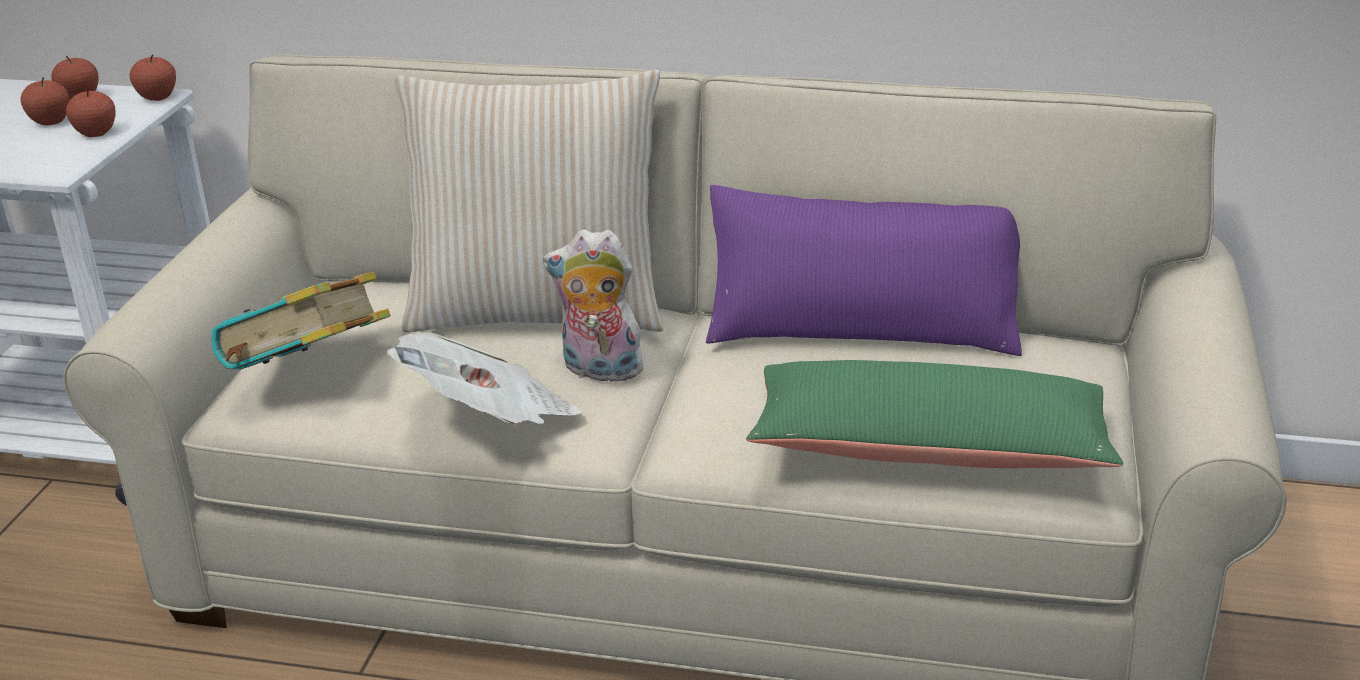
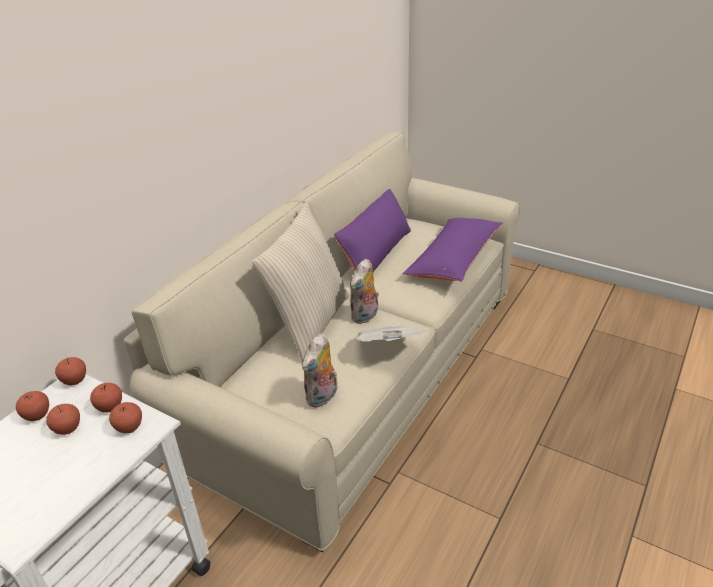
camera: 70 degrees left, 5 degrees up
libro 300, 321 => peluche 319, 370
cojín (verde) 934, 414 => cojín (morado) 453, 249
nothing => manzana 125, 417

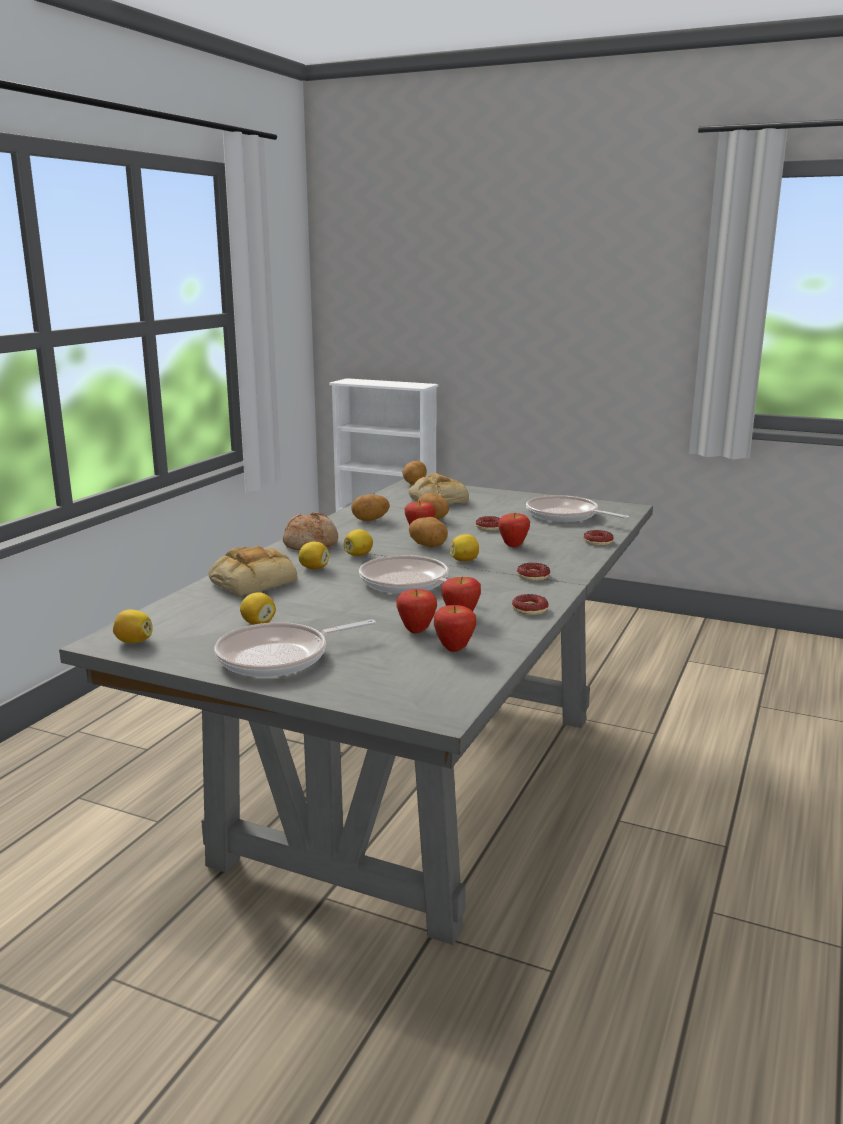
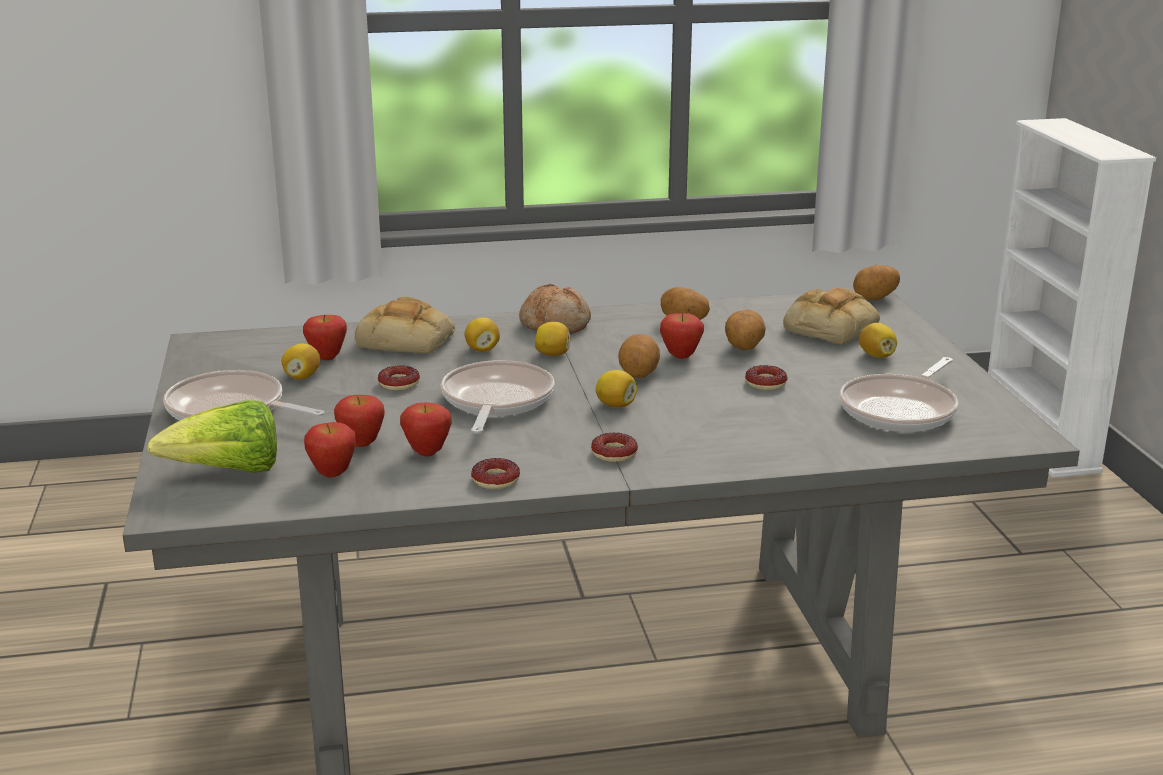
camera: 55 degrees right, 5 degrees up
sartén 577, 508 => sartén 898, 394, 150 degrees counterclockwise
manzana 514, 530 => manzana 325, 337, moved
rosquilla 599, 538 => rosquilla 399, 377, moved
limón 132, 626 => limón 878, 340, moved
nothing => lechuga 212, 436

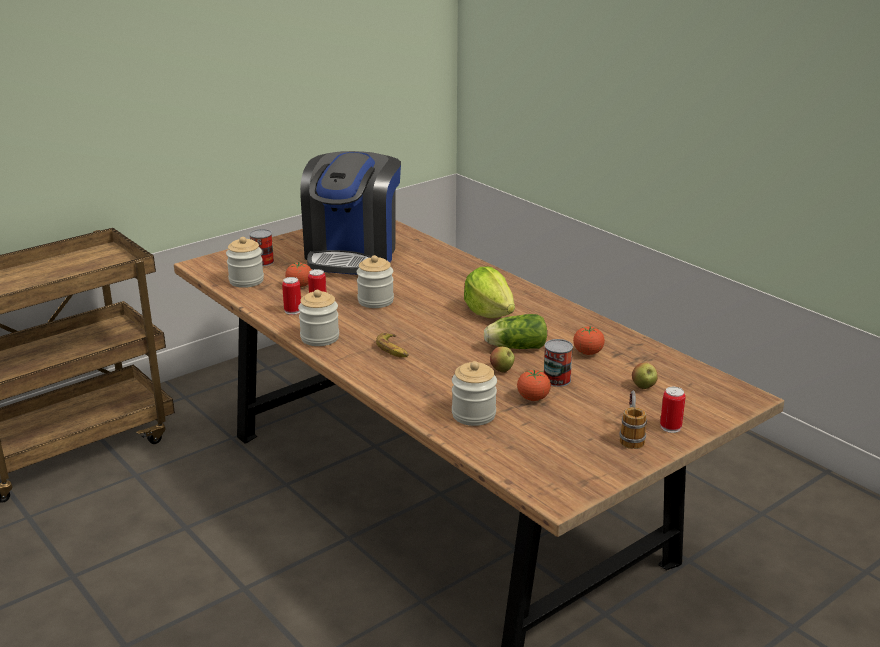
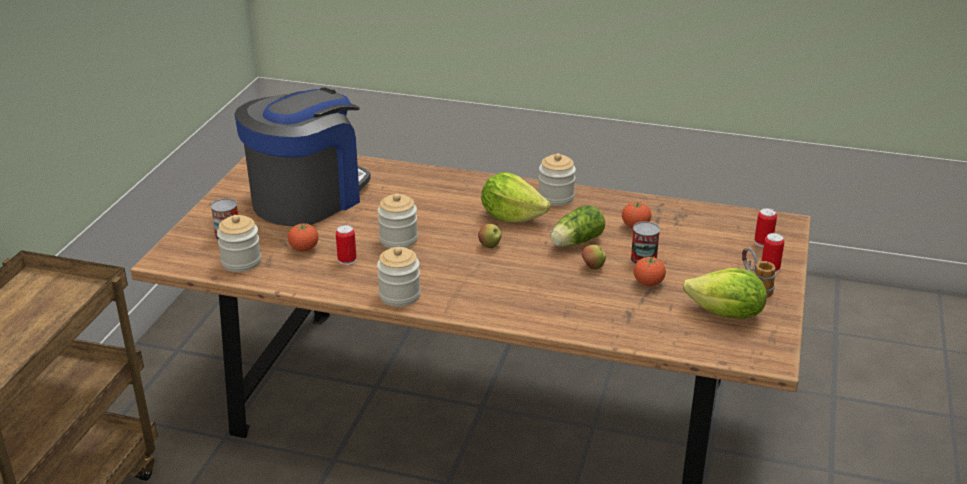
camera: 35 degrees left, 5 degrees up
cafetera 350, 213 => cafetera 303, 157, 120 degrees counterclockwise
lata 291, 296 => lata 765, 227, moved
plátano 392, 345 => nothing
tarro 474, 393 => tarro 557, 179, moved
manzana 645, 375 => manzana 490, 236, moved
nothing => lechuga 725, 293

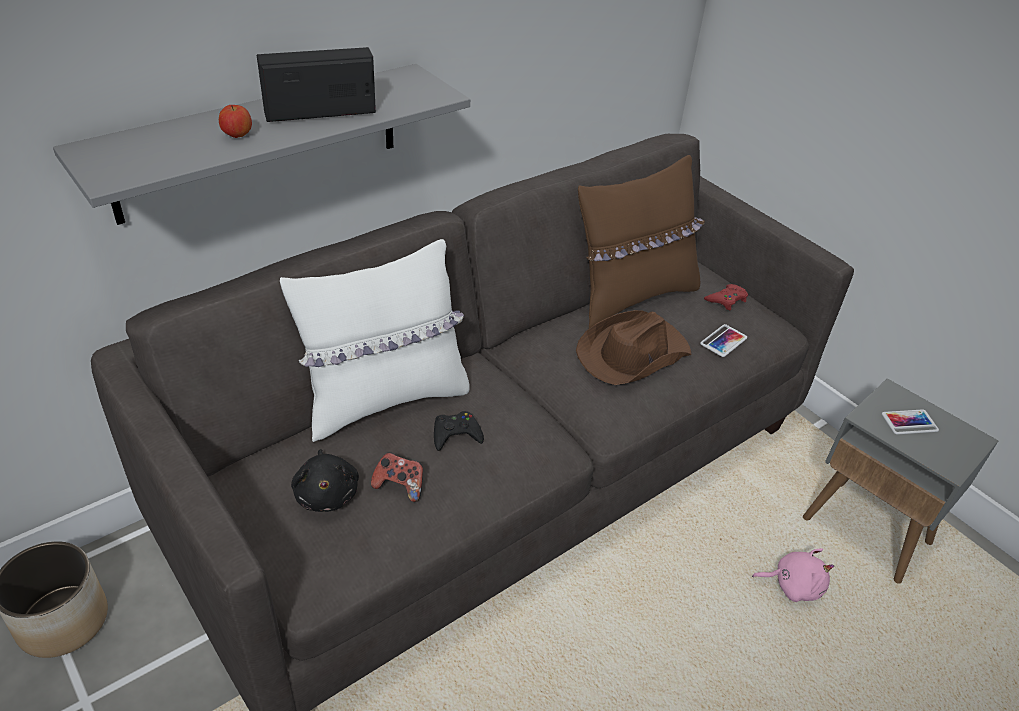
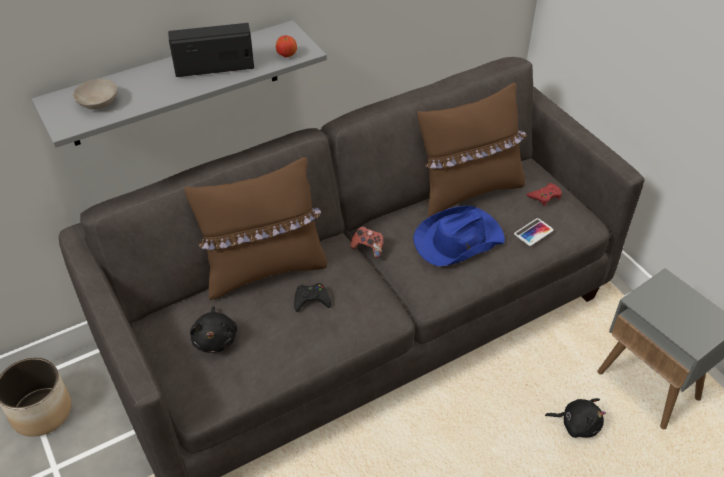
camera: 10 degrees right, 5 degrees up
manzana 235, 121 => manzana 286, 46, moved
cojín (blanco) 375, 340 => cojín (marrón) 255, 228
sombrero (marrón) 633, 347 => sombrero (azul) 459, 236
móvil 910, 422 => nothing
mando de consola 397, 477 => mando de consola 367, 242, moved
peluche (rosa) 793, 575 => peluche (negro) 575, 418
nothing => cuenco (beis) 95, 94

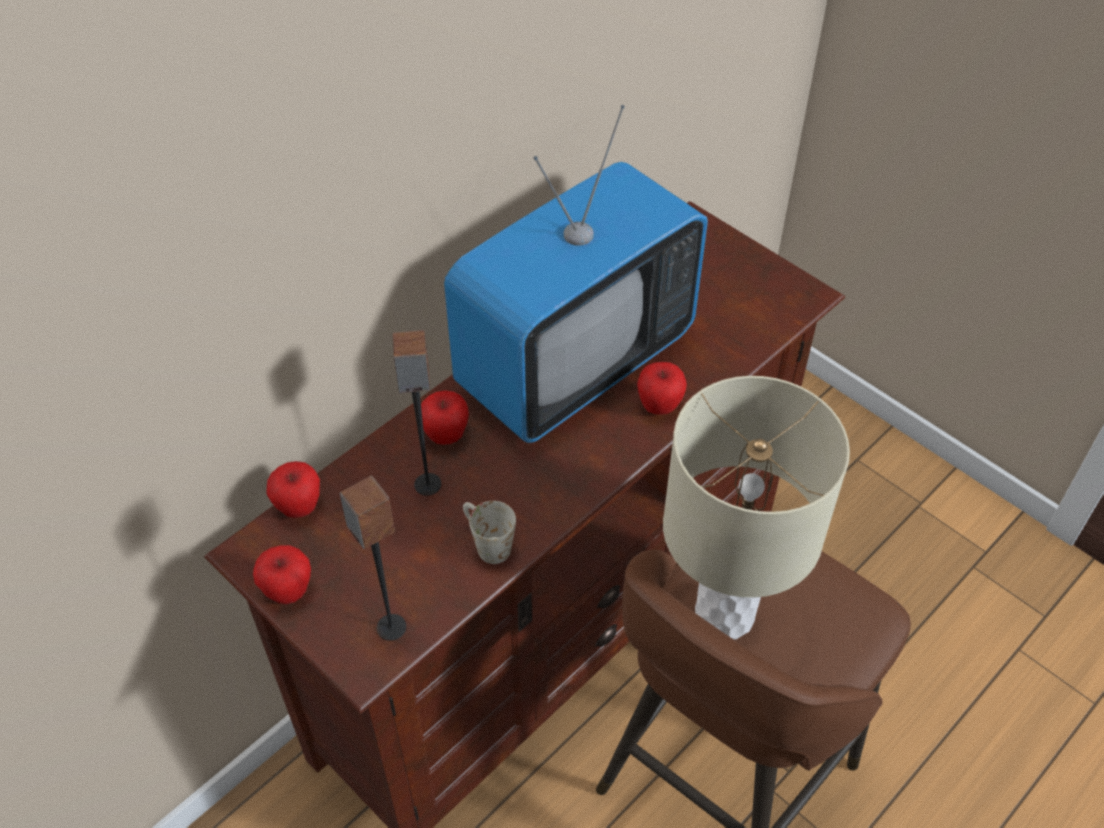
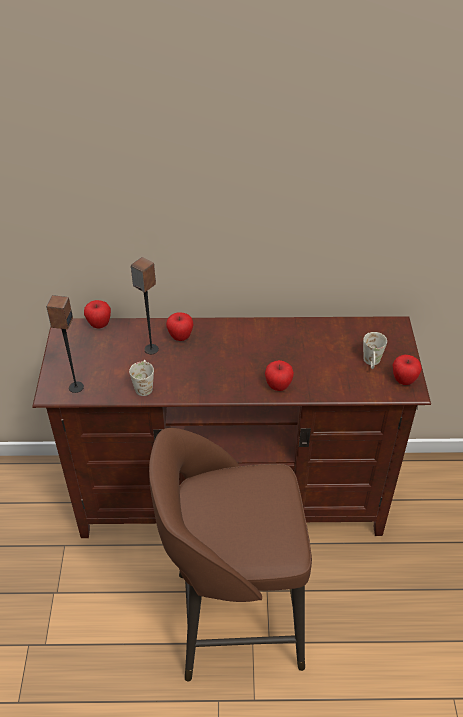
camera: 45 degrees right, 5 degrees down
televisor 576, 274 => nothing
lámpara de mesa (beis) 756, 507 => nothing
manzana 282, 574 => manzana 407, 370, moved
nothing => taza grande (blanco) 375, 350

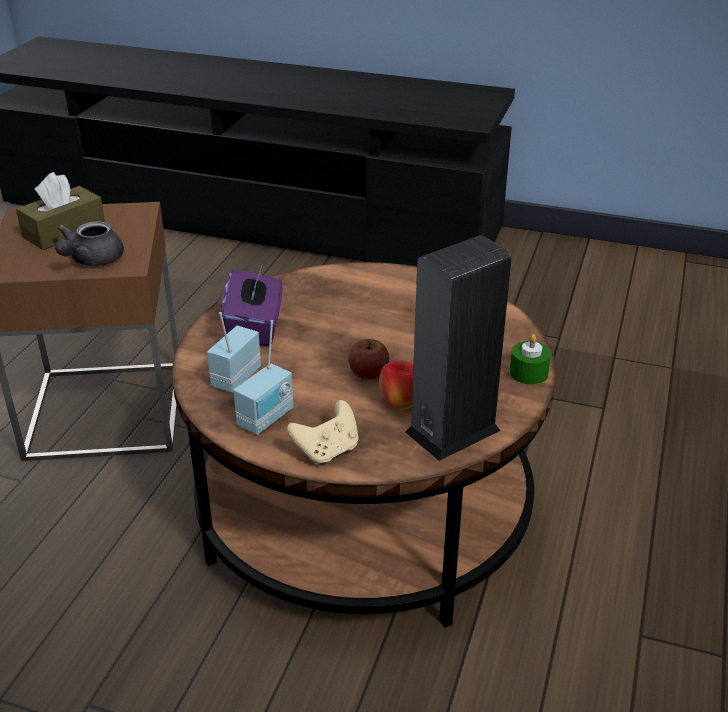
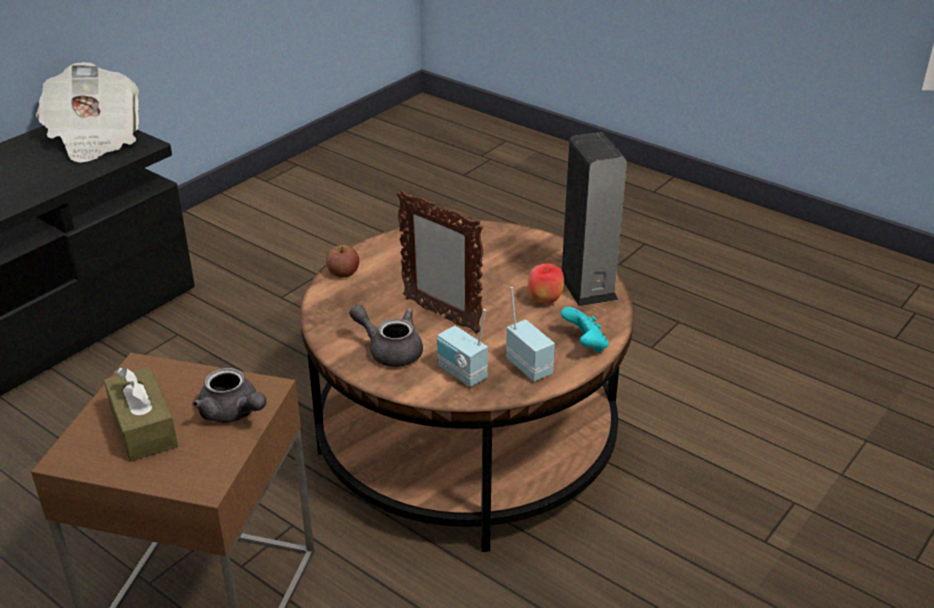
camera: 70 degrees left, 0 degrees up
caja de pañuelos (morado) 251, 305 => tetera (gris) 386, 336
vela (verde) 530, 359 => nothing
manzana 368, 359 => manzana 342, 261, moved
mando de consola (beis) 322, 432 => mando de consola (turquesa) 585, 330
nothing => periódico 87, 112
nothing => portarretratos 440, 262

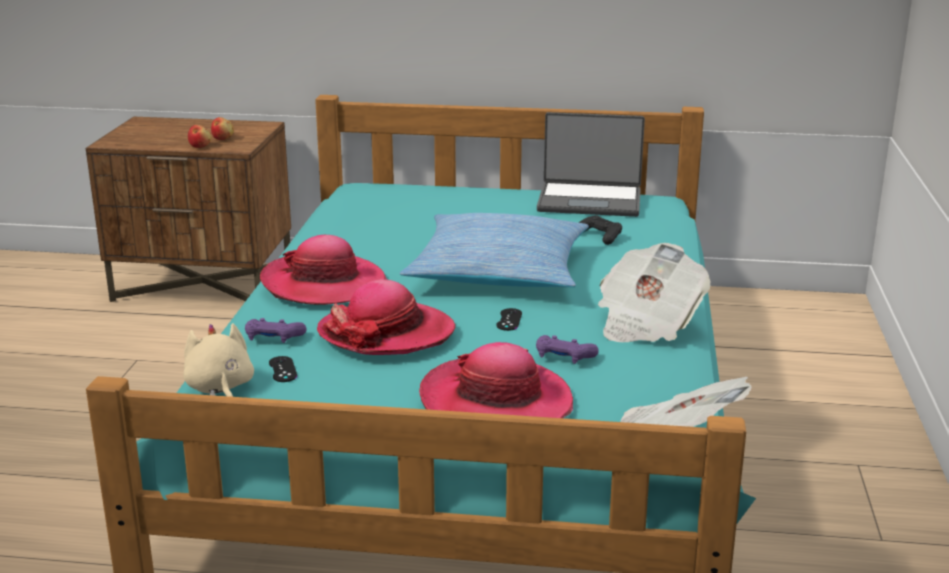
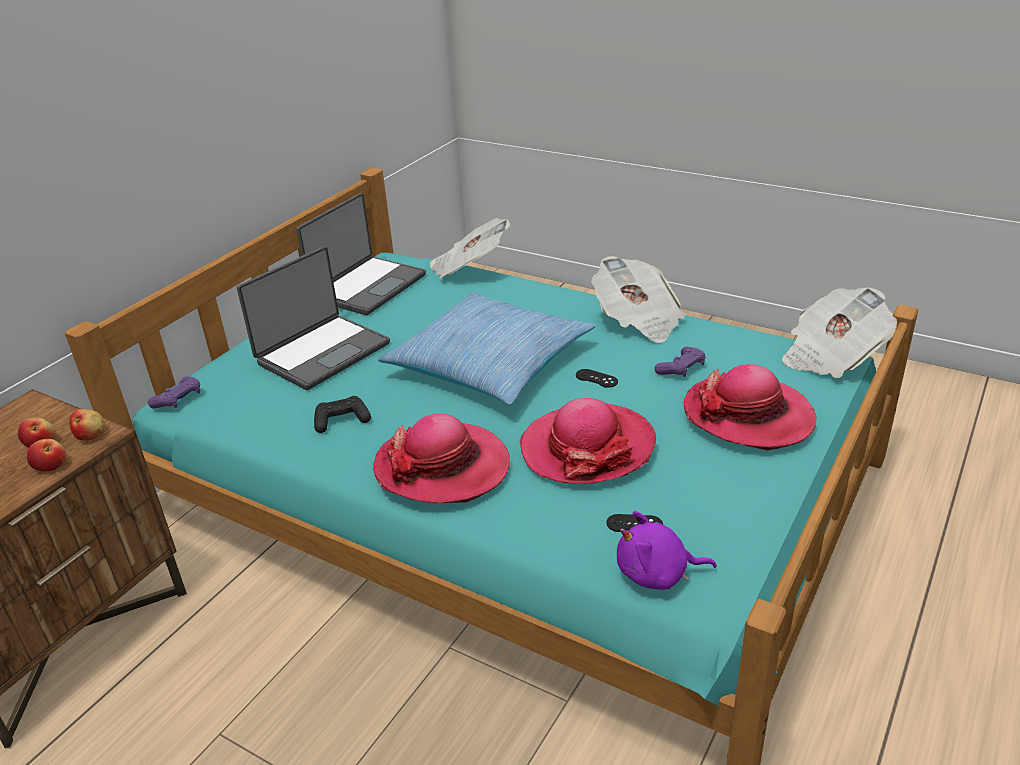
camera: 65 degrees left, 10 degrees up
mando de consola (negro) 600, 230 => mando de consola (negro) 342, 414, moved
mando de consola (morado) 275, 330 => mando de consola (morado) 174, 392, moved
peluche (beis) 218, 360 => peluche (morado) 667, 550
nothing => periódico 469, 248
nothing => portátil 313, 318
nothing => manzana 86, 425

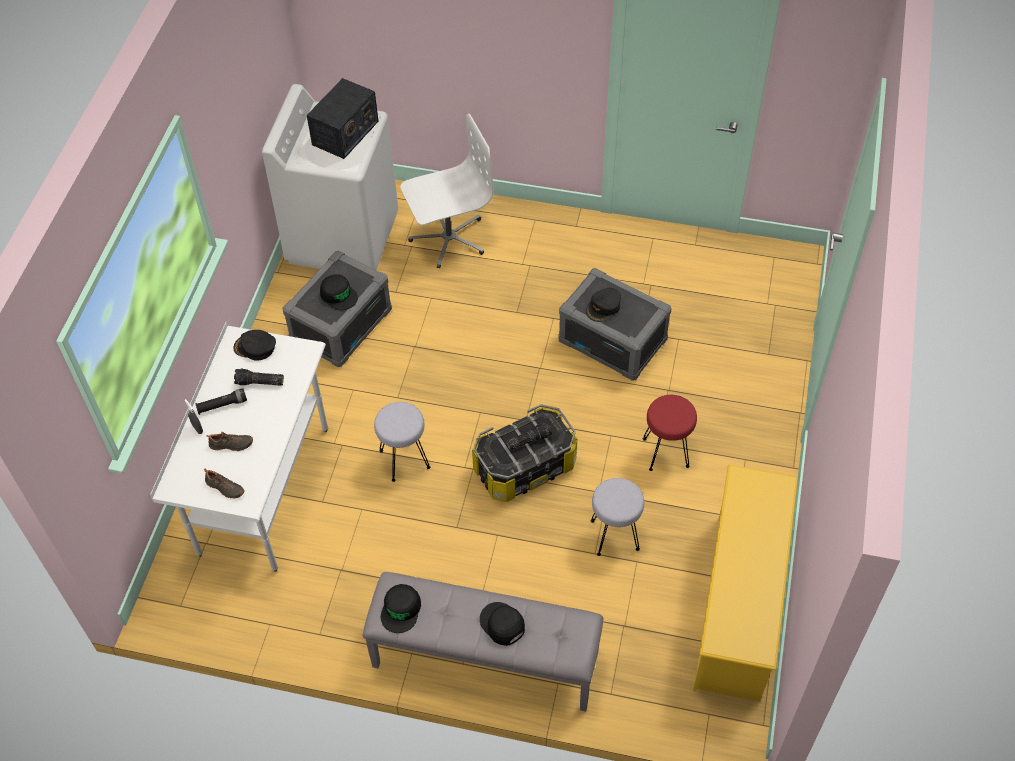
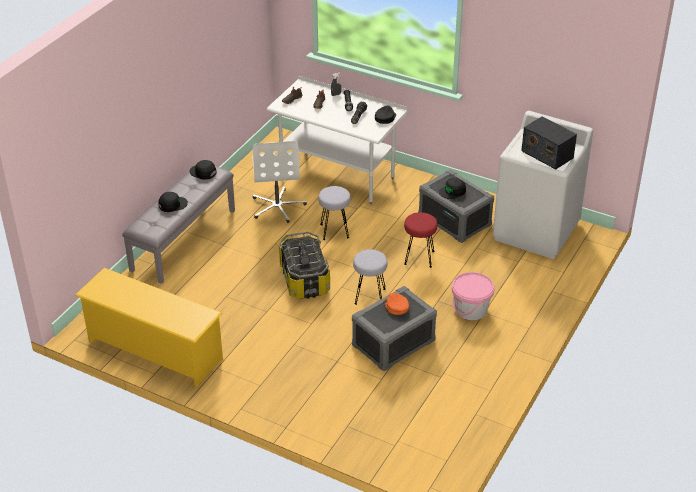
camera: 105 degrees right, 15 degrees down
silla de oficina (blanco) 447, 191 => silla de oficina (blanco) 279, 182, moved
gorra (negro) 603, 305 => gorra (naranja) 396, 304
taburete (rojo) 670, 433 => taburete (rojo) 420, 240, moved
taburete (gris) 617, 517 => taburete (gris) 370, 277, moved
nothing => cubo (rosa) 473, 296

